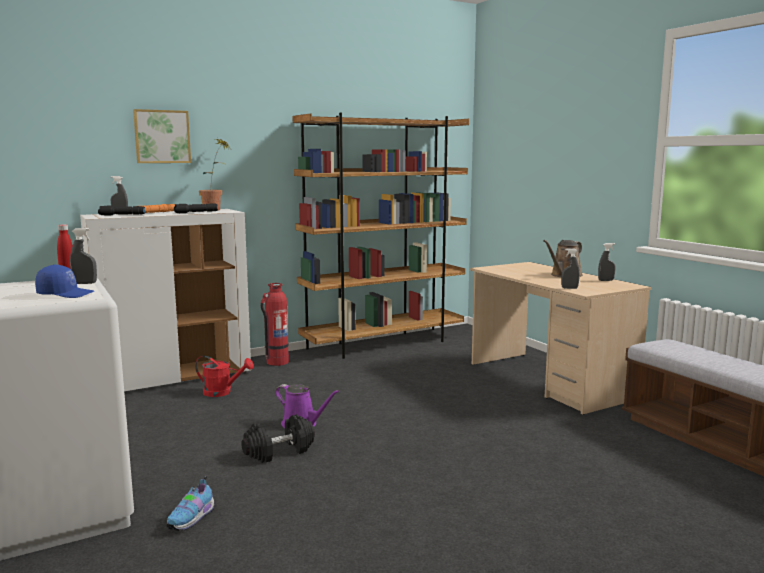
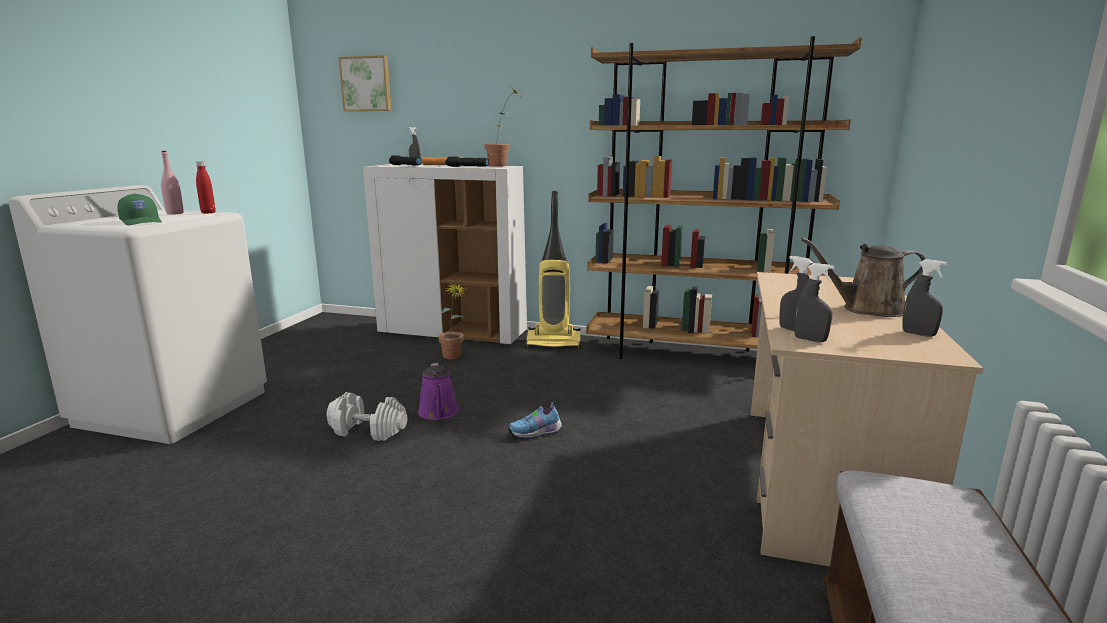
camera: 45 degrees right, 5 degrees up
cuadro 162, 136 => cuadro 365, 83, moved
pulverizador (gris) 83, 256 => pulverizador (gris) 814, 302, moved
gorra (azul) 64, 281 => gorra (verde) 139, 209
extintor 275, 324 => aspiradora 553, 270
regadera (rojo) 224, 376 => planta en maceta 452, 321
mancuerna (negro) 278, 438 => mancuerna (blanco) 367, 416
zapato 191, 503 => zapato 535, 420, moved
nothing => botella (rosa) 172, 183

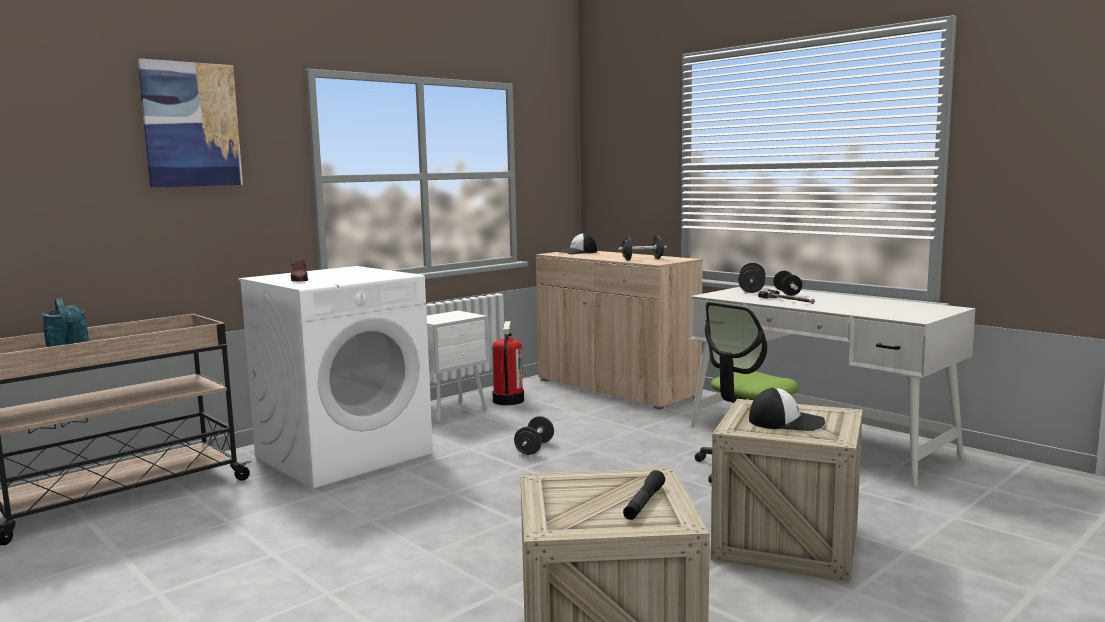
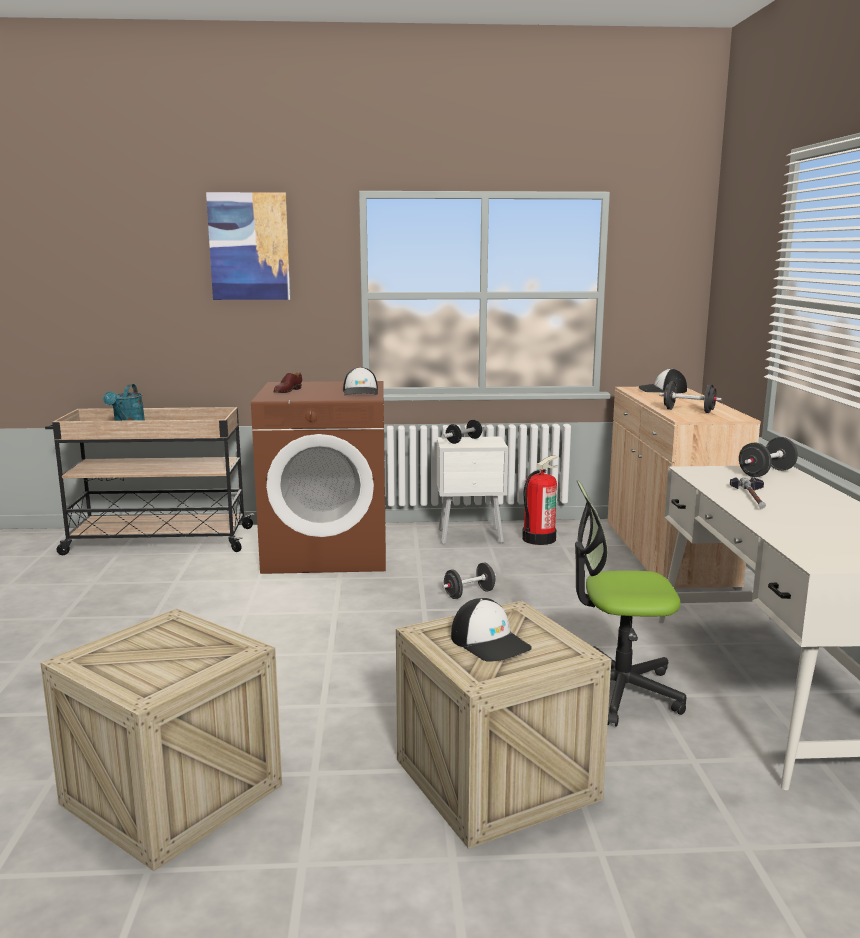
camera: 40 degrees right, 5 degrees up
lavadora (blanco) 335, 377 => lavadora (marrón) 318, 477
mancuerna 787, 283 => mancuerna 463, 432, moved
linterna (negro) 644, 495 => nothing
nothing => gorra 360, 381

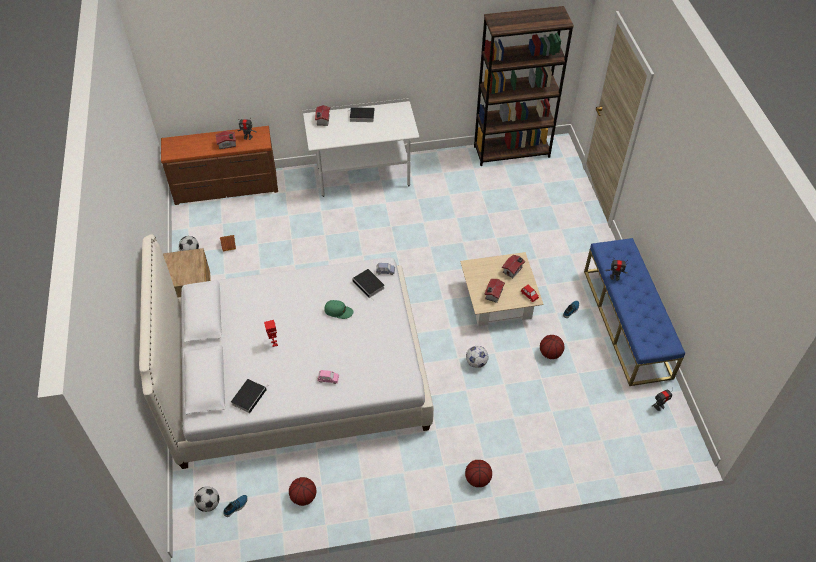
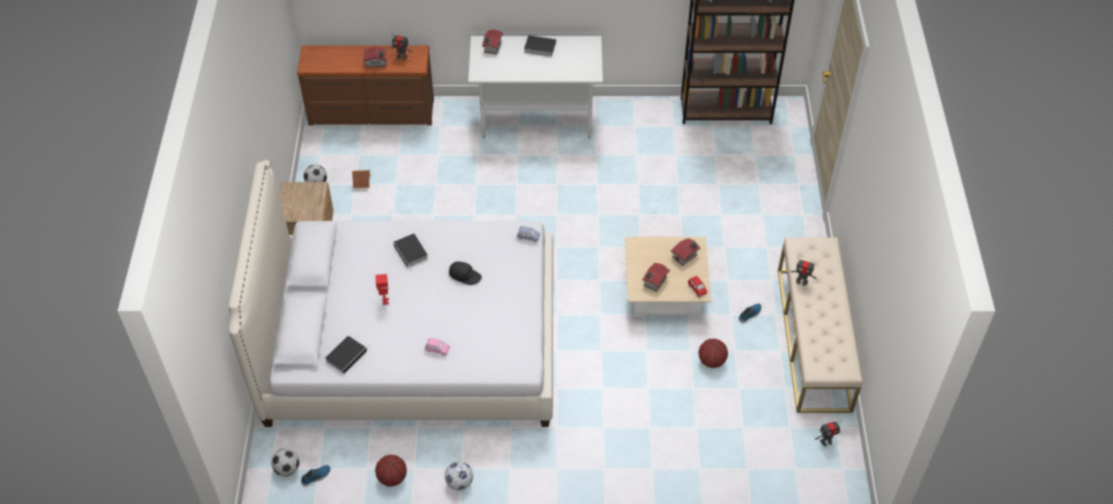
camera: 10 degrees right, 0 degrees up
banco (azul) 634, 312 => banco (beis) 820, 325
libro 368, 285 => libro 410, 252, moved
gorra (verde) 339, 309 => gorra (negro) 465, 273
balón de fútbol 477, 357 => balón de fútbol 459, 476, moved
balón de baloncesto 478, 473 => nothing

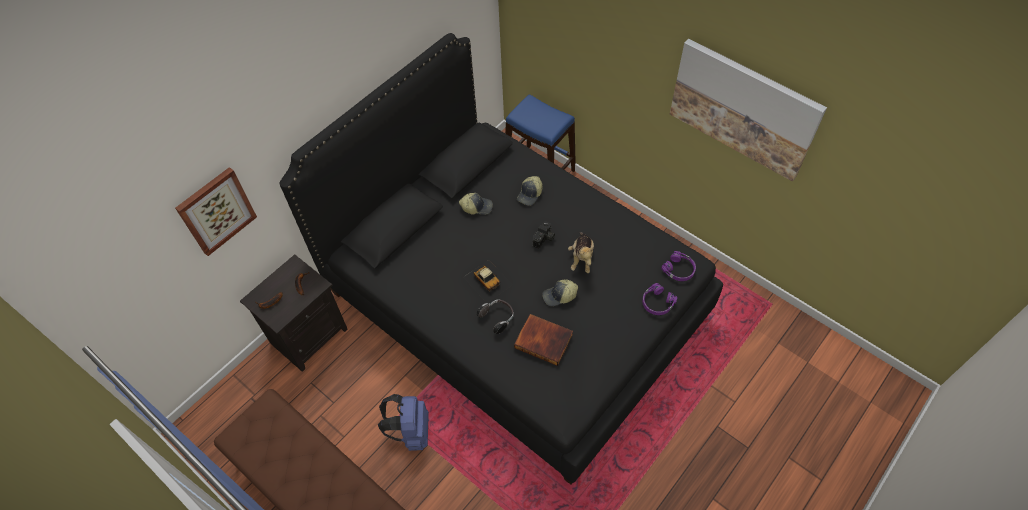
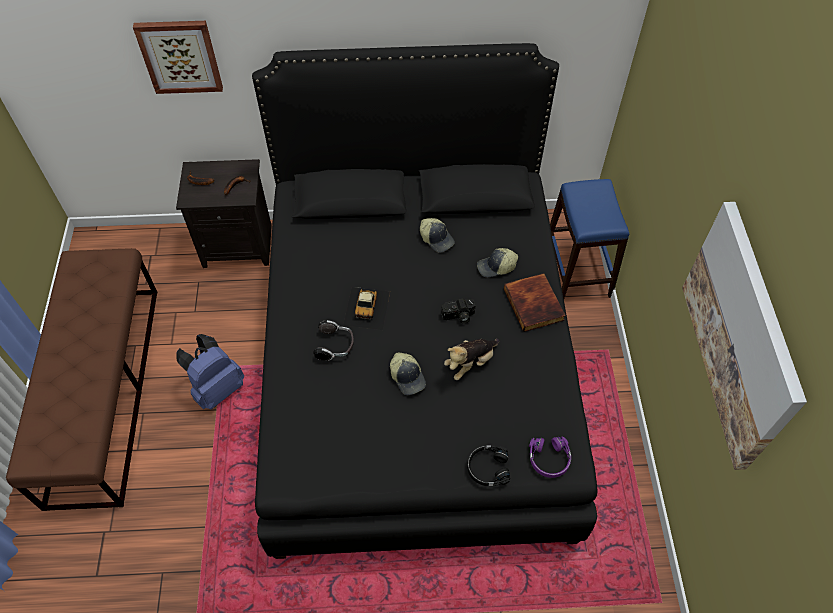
camera: 45 degrees right, 0 degrees up
gorra 560, 293 => gorra 408, 373, 150 degrees counterclockwise
auriculares (morado) 659, 299 => auriculares (negro) 488, 465
libro 543, 340 => libro 535, 302, moved

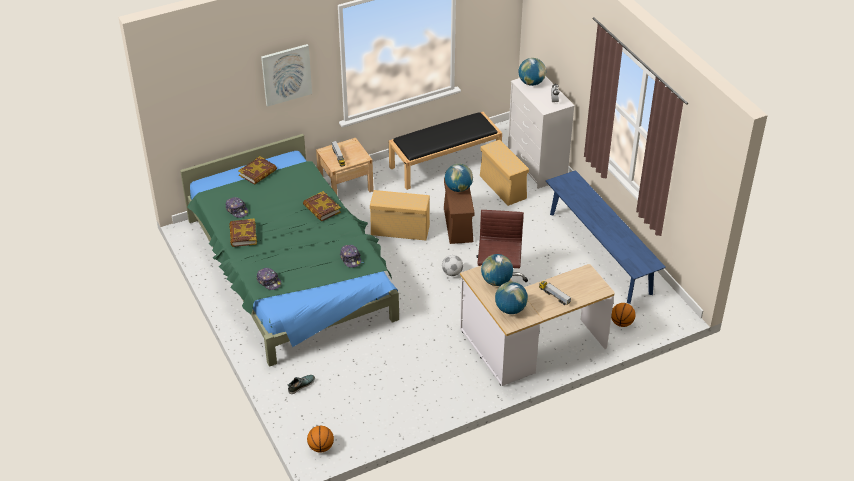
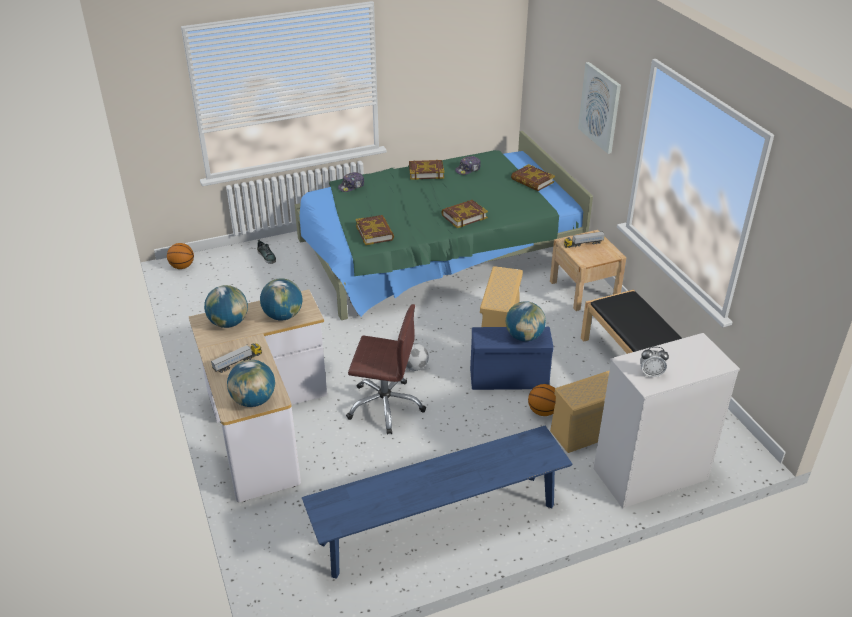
camera: 95 degrees right, 5 degrees down
globo terráqueo 532, 72 => globo terráqueo 251, 383, moved
caja de almacenaje (marrón) 459, 211 => caja de almacenaje (azul) 512, 358
gorra 350, 256 => libro 375, 230
balón de baloncesto 623, 315 => balón de baloncesto 542, 400, moved

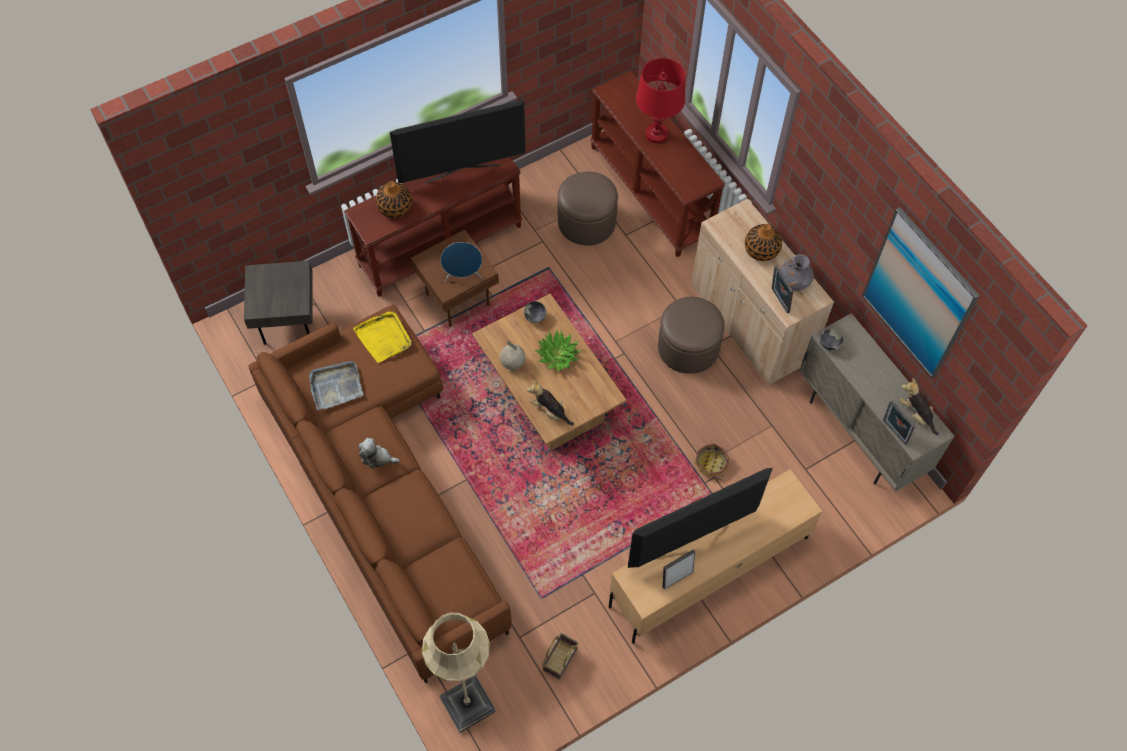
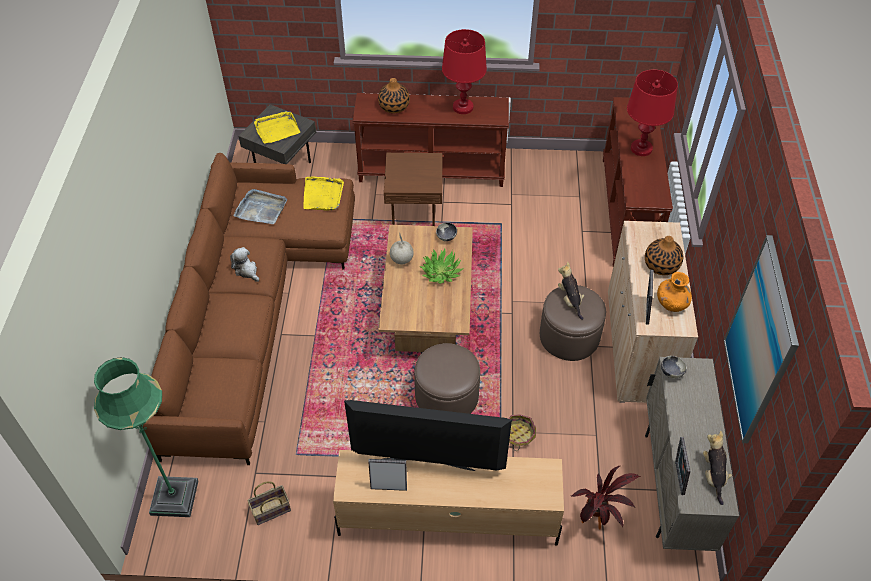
camera: 35 degrees right, 10 degrees down
televisor 458, 142 => lámpara de mesa (rojo) 464, 71
puf (marrón) 588, 209 => puf (marrón) 447, 378, moved
altavoz (azul) 461, 261 => nothing
florero (gris) 797, 272 => florero (naranja) 674, 292
peluche 550, 403 => peluche 571, 291, moved
lámpara de pie (beis) 459, 673 => lámpara de pie (verde) 146, 437
nothing => bandeja (amarillo) 277, 127
nothing => planta en maceta 606, 497

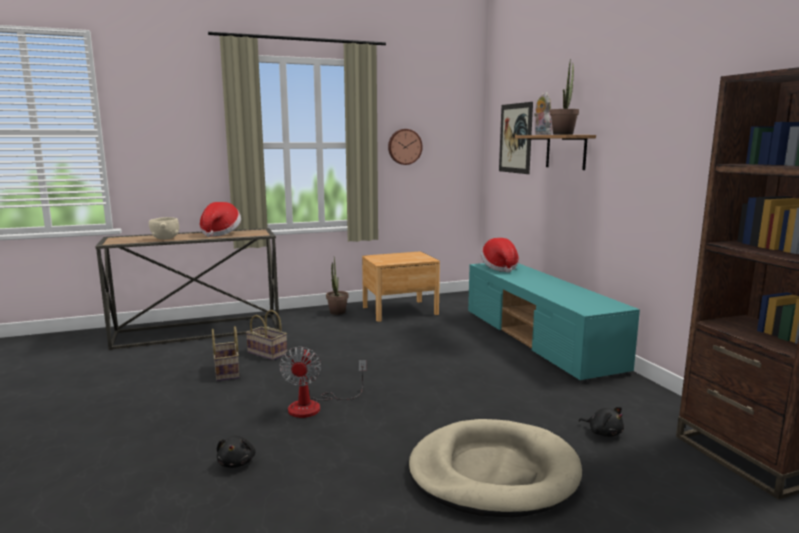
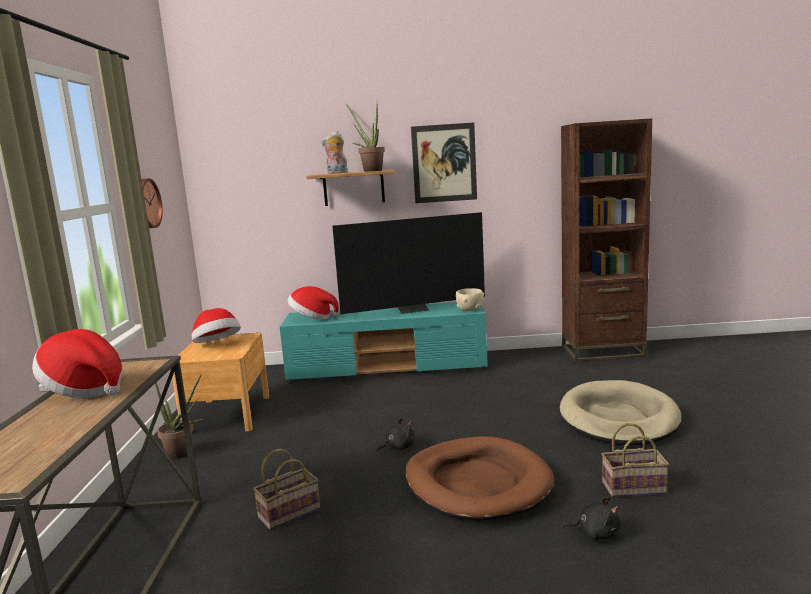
camera: 70 degrees left, 0 degrees up
cuadro 516, 138 => cuadro 444, 162, moved
cuenco (beis) 164, 228 => cuenco (beis) 470, 299, moved
cesta 225, 353 => cesta 635, 460, moved
ventilador 323, 382 => cama para perro (marrón) 480, 478
peluche (negro) 601, 422 => peluche (negro) 395, 435, moved
nothing => televisor 408, 263
nothing => sombrero 216, 325

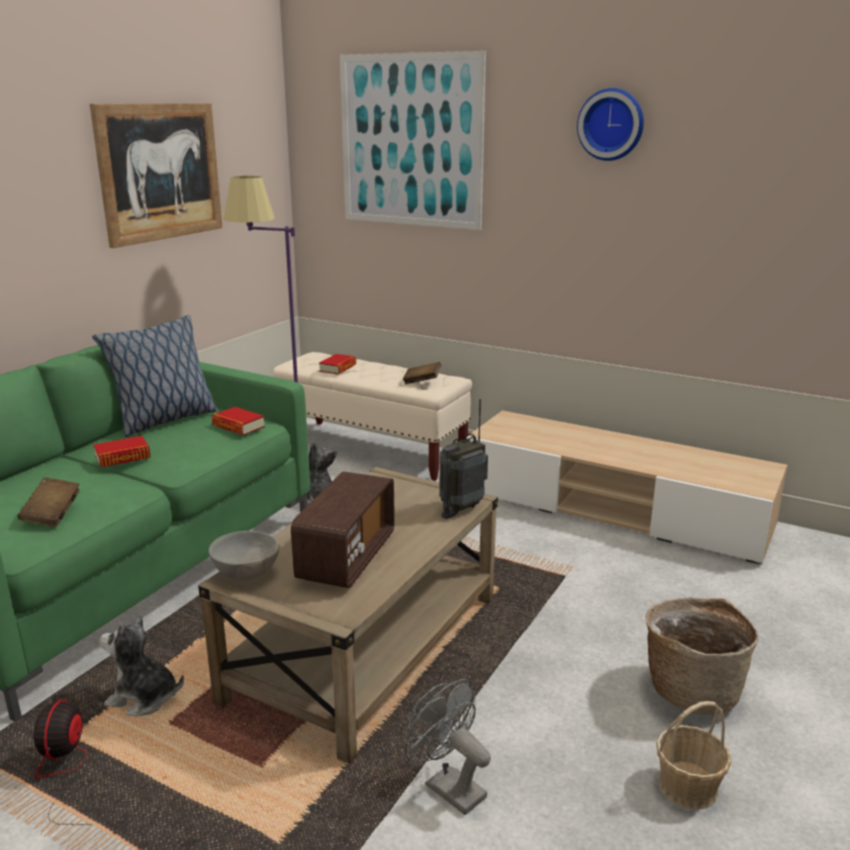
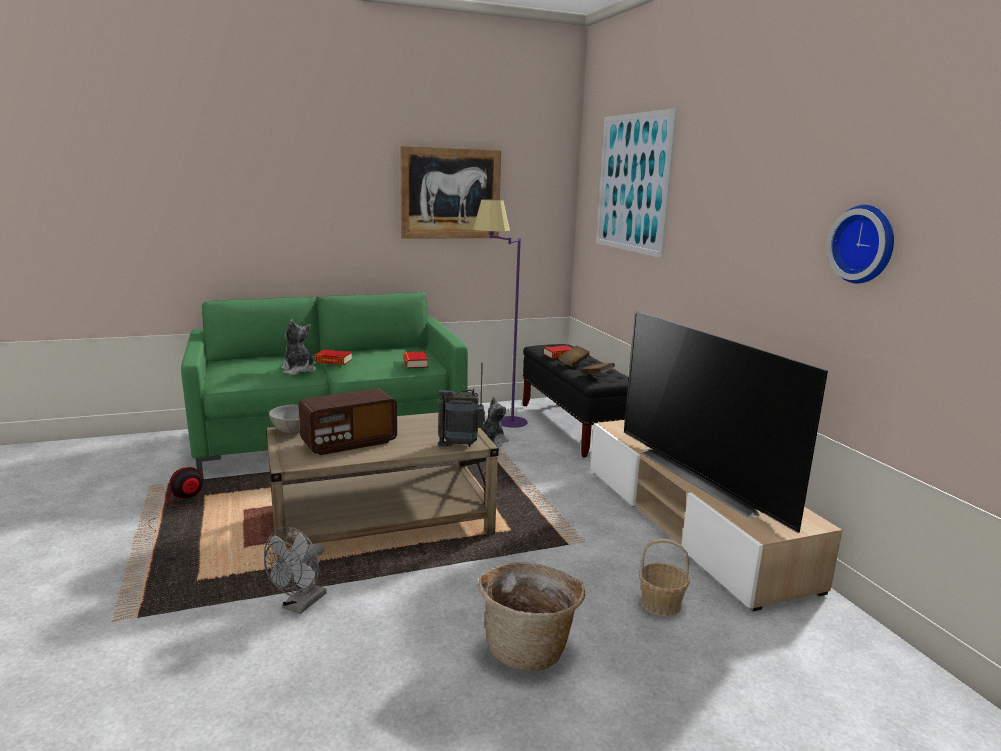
camera: 40 degrees right, 5 degrees down
reloj de pared 610, 124 => reloj de pared 860, 244, moved
cojín 155, 376 => nothing
banco (beis) 372, 416 => banco (negro) 575, 401
libro (marrón) 49, 502 => libro (marrón) 574, 356, moved
peluche 141, 665 => peluche 298, 347, moved
ventilador (gris) 448, 747 => ventilador (gris) 295, 570, 150 degrees counterclockwise
cesta 694, 755 => cesta 664, 578, moved
nothing => televisor 726, 422

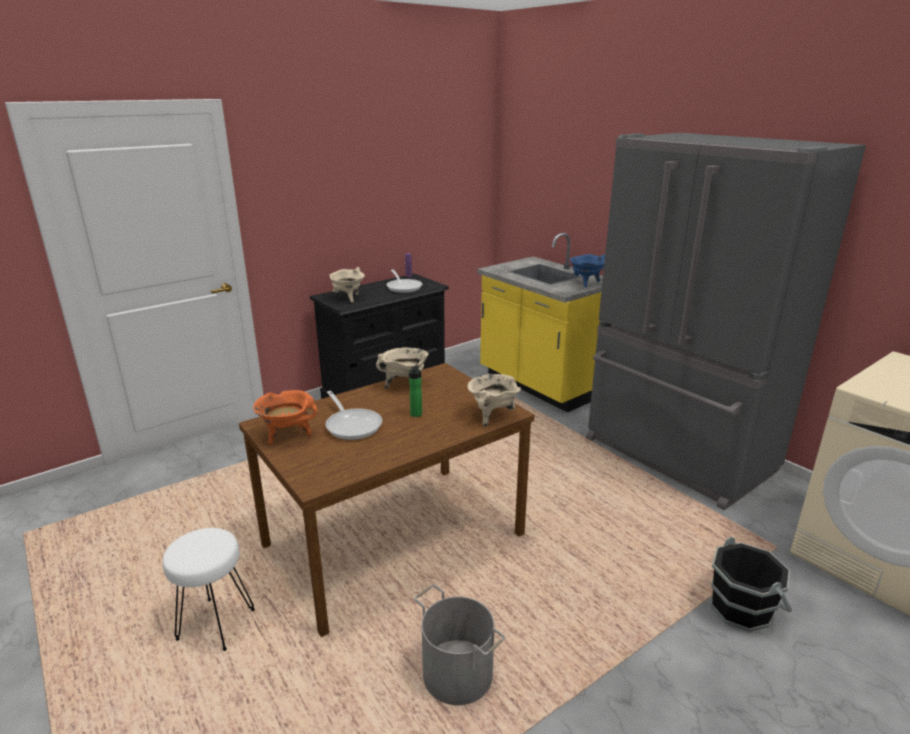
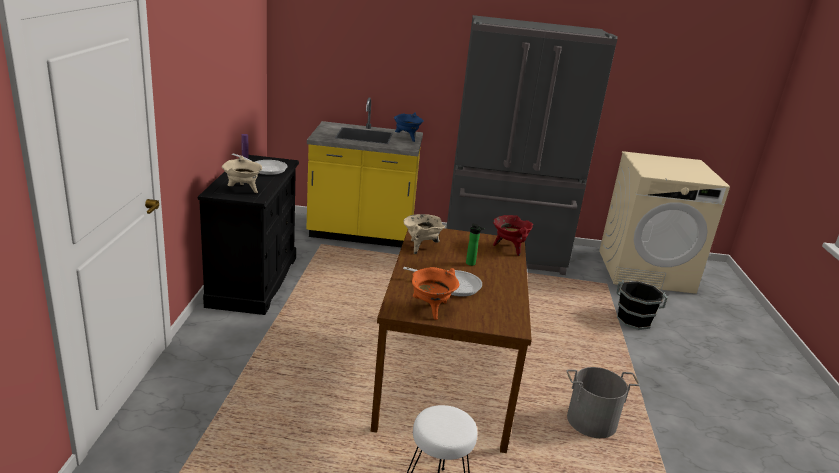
camera: 50 degrees left, 0 degrees up
olla (beis) 494, 400 => olla (rojo) 513, 235

